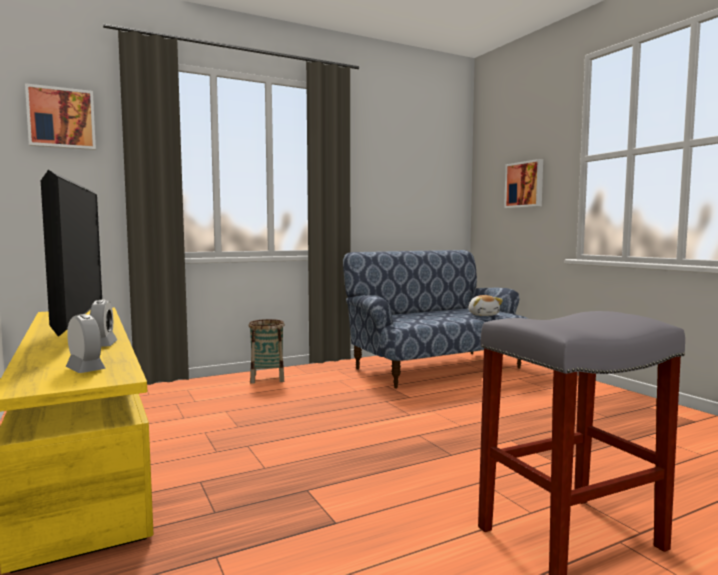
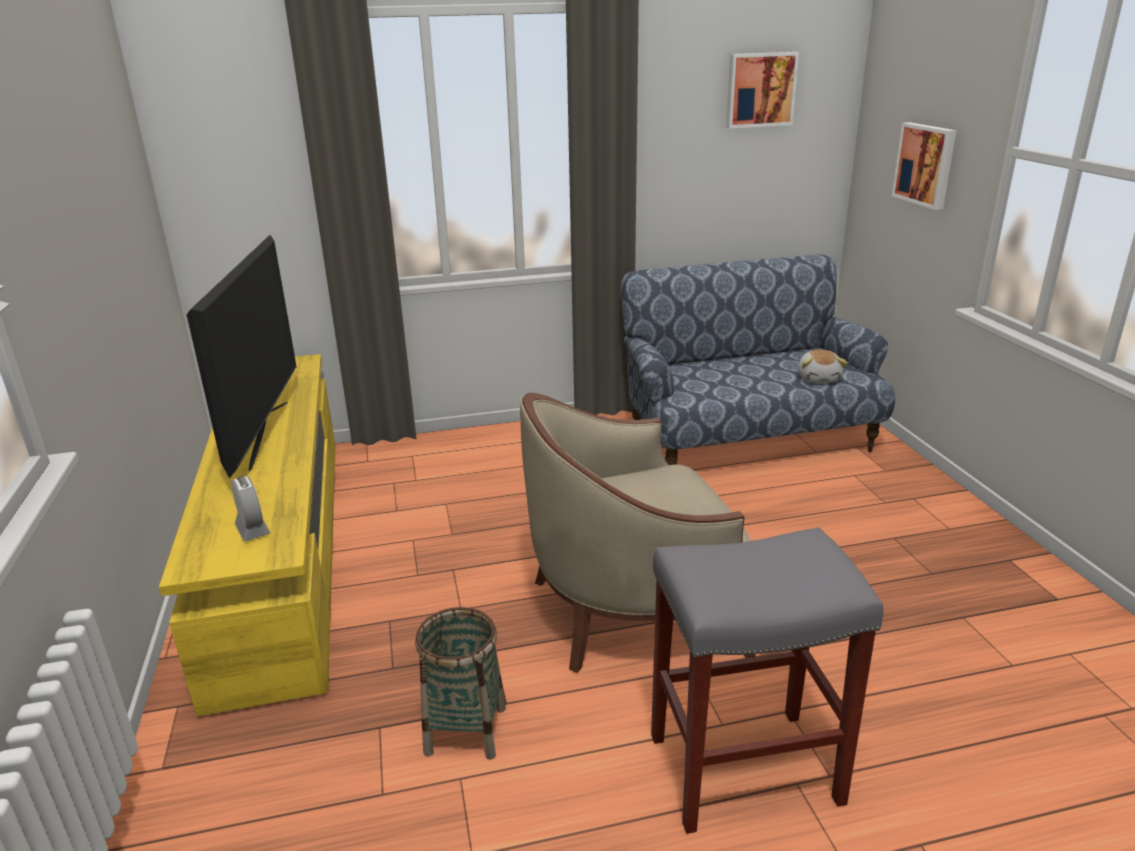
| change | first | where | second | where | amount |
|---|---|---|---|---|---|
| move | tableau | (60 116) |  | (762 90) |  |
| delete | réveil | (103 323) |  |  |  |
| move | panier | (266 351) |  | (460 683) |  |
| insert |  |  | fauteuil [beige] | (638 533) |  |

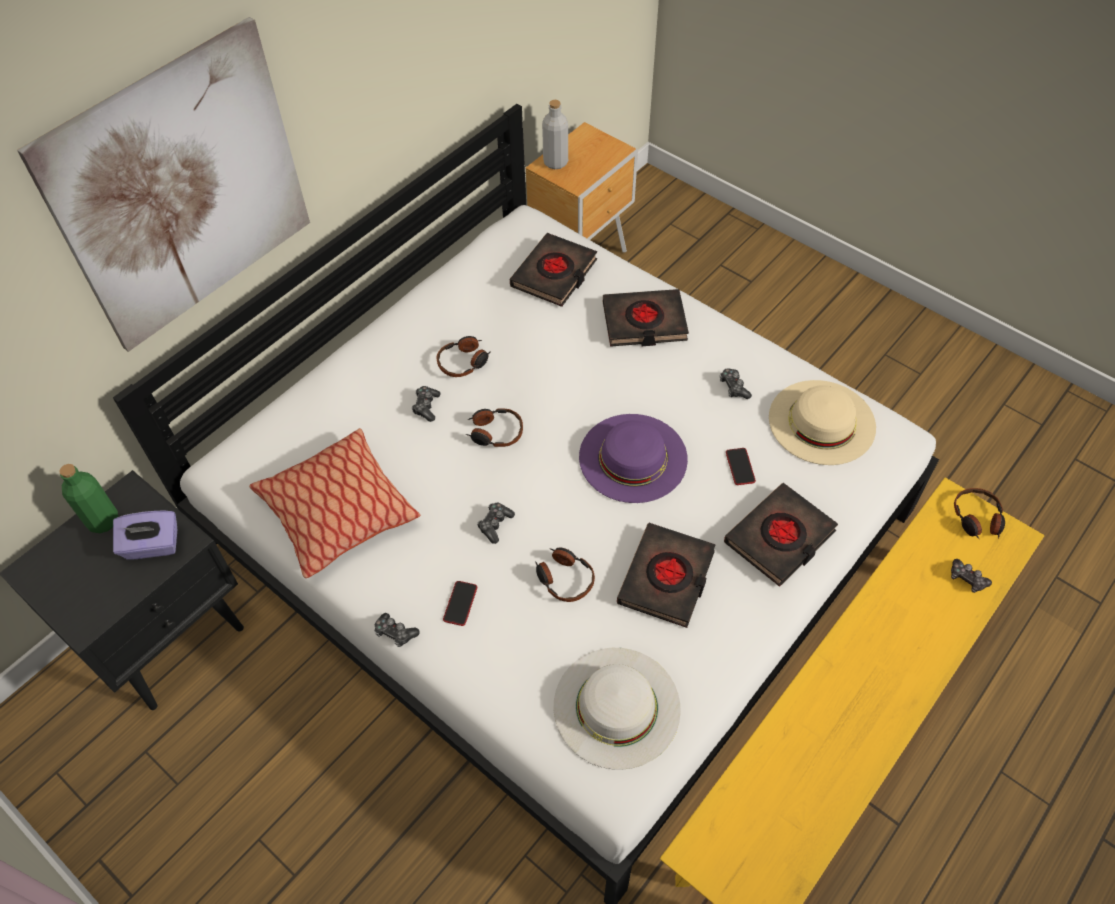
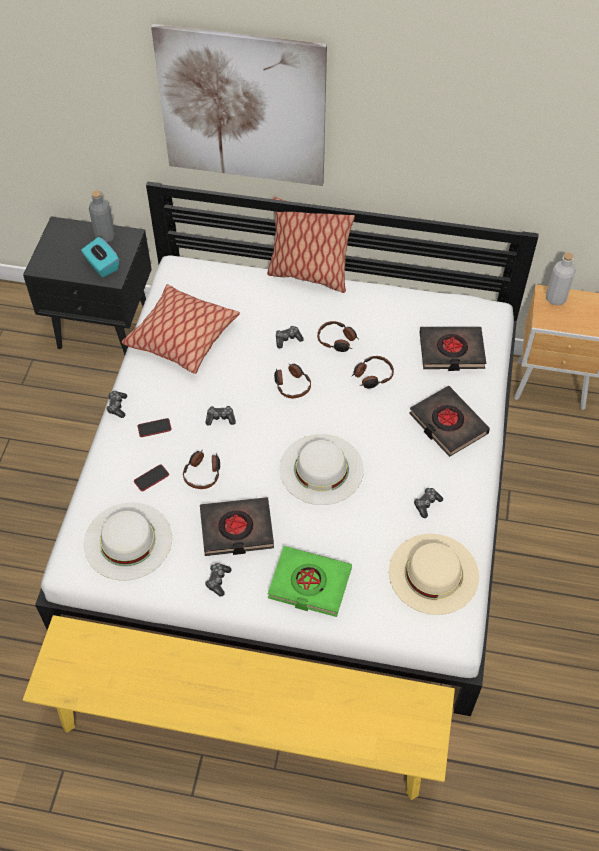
| change | first | where | second | where | amount |
|---|---|---|---|---|---|
| recolor | chapeau [violet] | (633 458) | chapeau [blanc] | (321 469) |  |
| move | téléphone | (741 466) |  | (151 477) |  |
| recolor | bouteille [vert] | (89 498) | bouteille [gris] | (102 216) |  |
| recolor | livre [noir] | (781 535) | livre [vert] | (310 581) |  |
| move | casque audio | (979 513) |  | (373 372) |  |
| recolor | boîte à mouchoirs [violet] | (145 535) | boîte à mouchoirs [turquoise] | (100 257) |  |
| move | manette | (971 576) |  | (218 580) |  |
| insert |  |  | coussin | (311 245) |  |

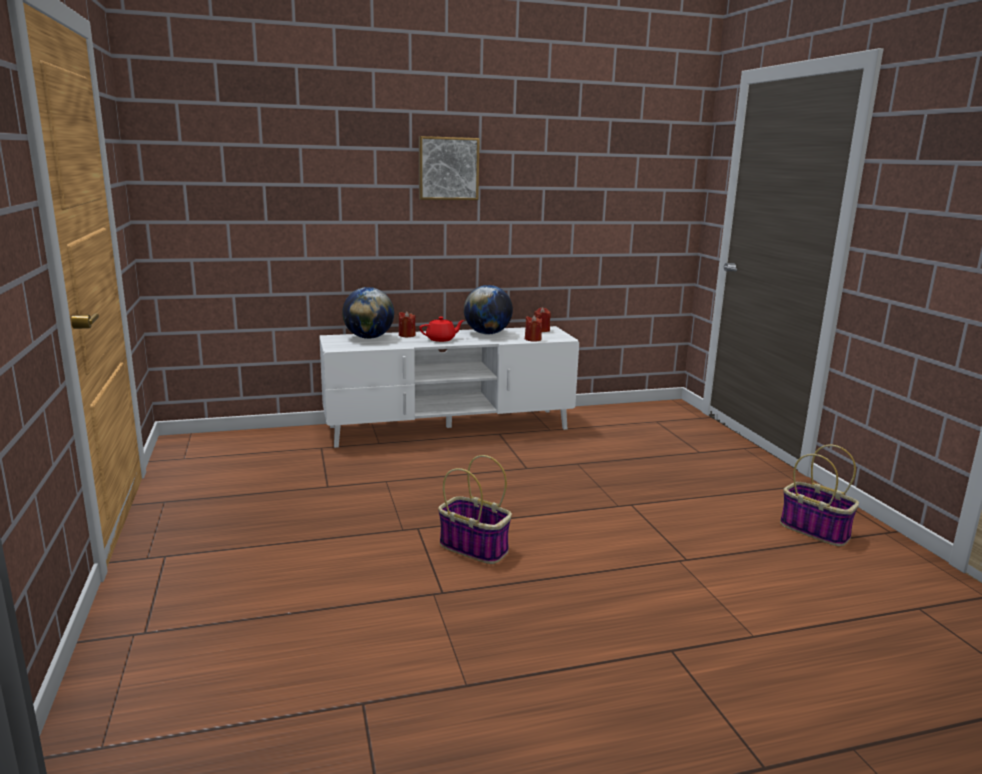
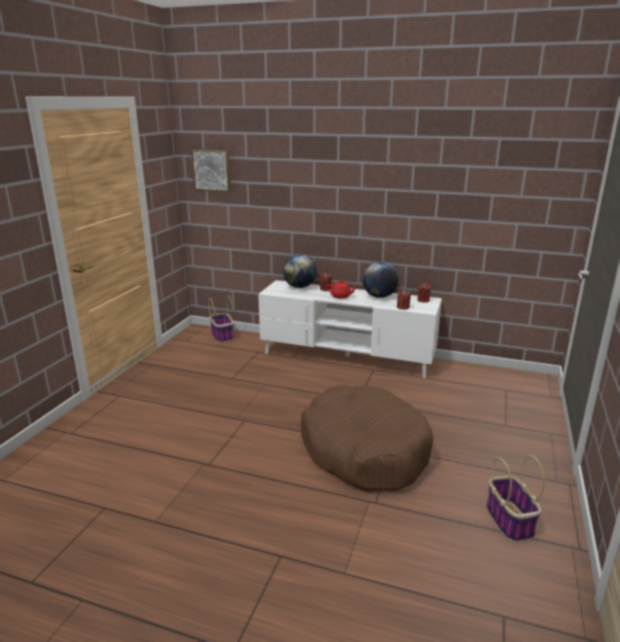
| change | first | where | second | where | amount |
|---|---|---|---|---|---|
| move | tableau | (449 168) |  | (211 170) |  |
| move | panier | (475 509) |  | (221 319) |  |
| insert |  |  | panier pour chien [marron] | (367 438) |  |

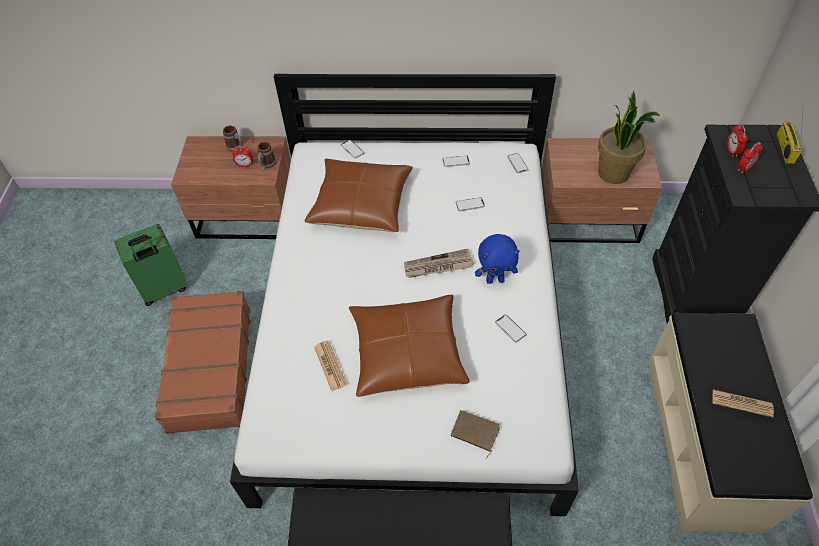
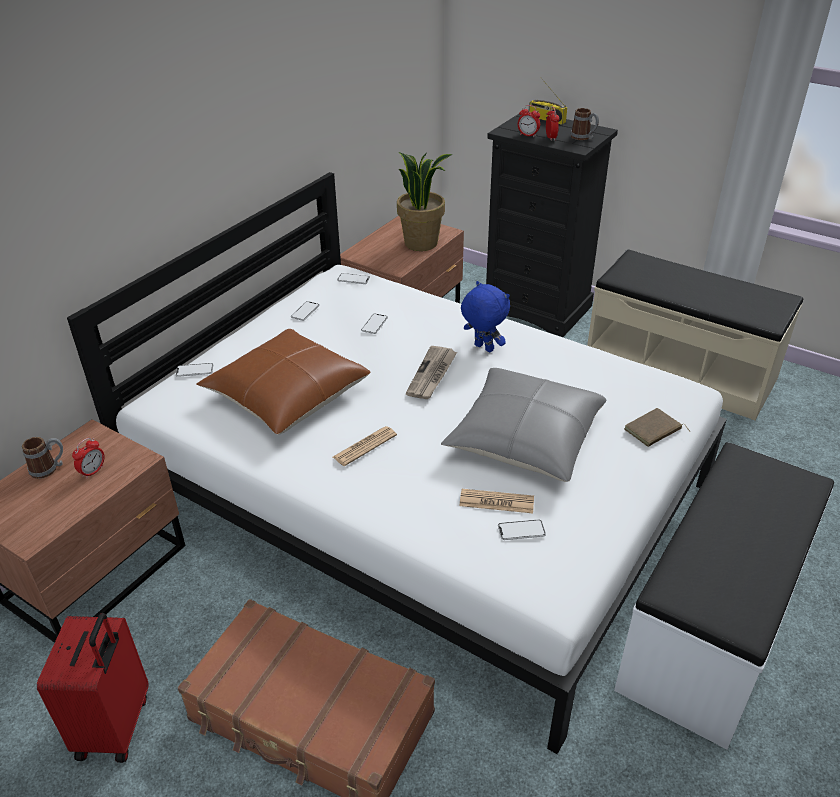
| change | first | where | second | where | amount |
|---|---|---|---|---|---|
| move | mug | (266 156) |  | (585 124) |  |
| recolor | valise [vert] | (151 265) | valise [rouge] | (92 688) |  |
| rotate | peluche [bleu] | (497 259) |  | (485 316) | 75 degrees counterclockwise |
| recolor | coussin [marron] | (409 346) | coussin [gris] | (523 425) |  |
| move | téléphone | (510 329) |  | (522 529) |  |
| move | journal | (743 403) |  | (365 446) |  |

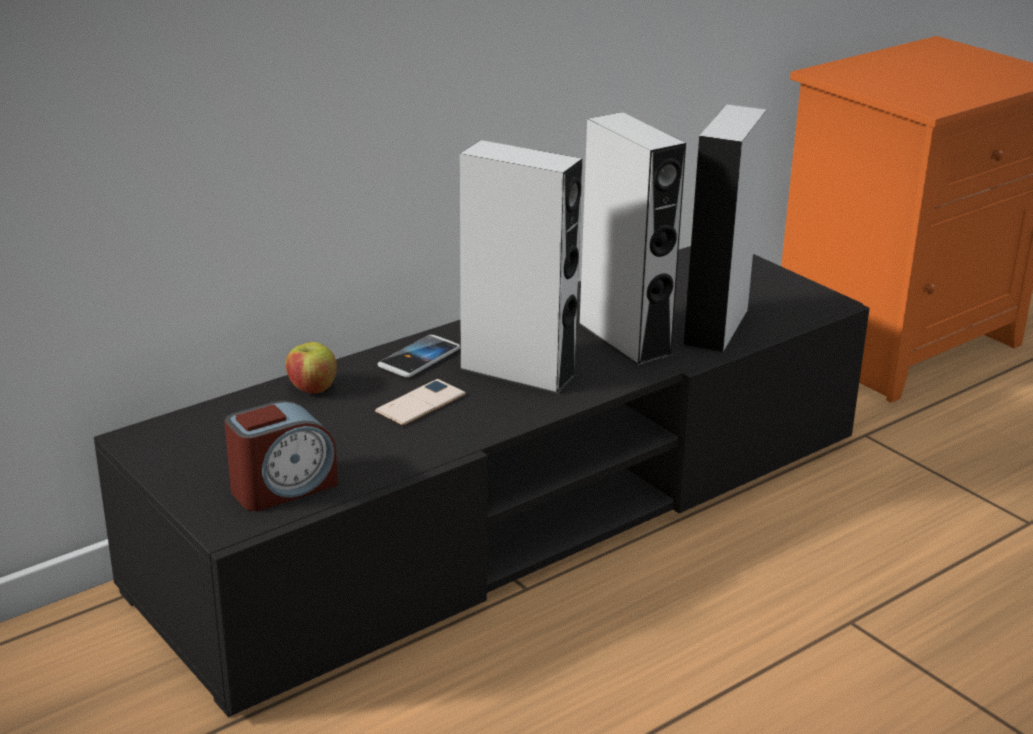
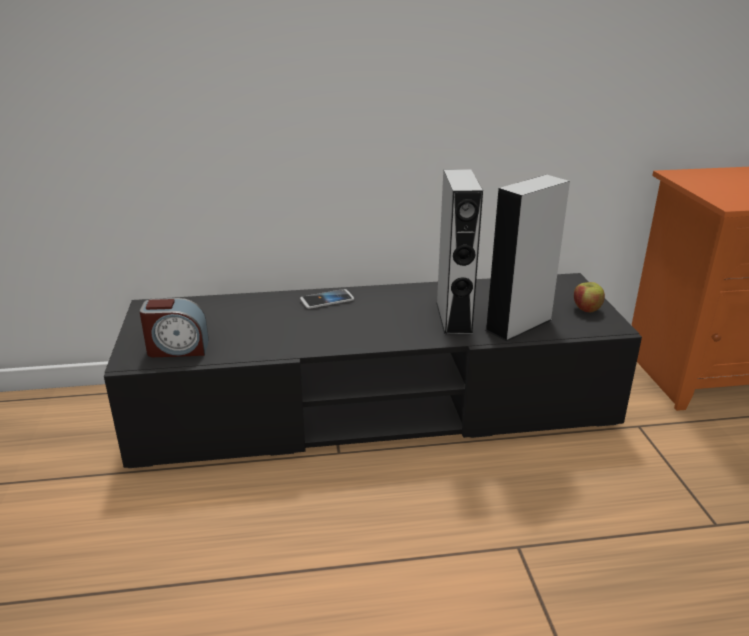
| change | first | where | second | where | amount |
|---|---|---|---|---|---|
| delete | enceinte [gris] | (520 267) |  |  |  |
| move | pomme | (311 368) |  | (589 297) |  |
| delete | téléphone | (420 402) |  |  |  |

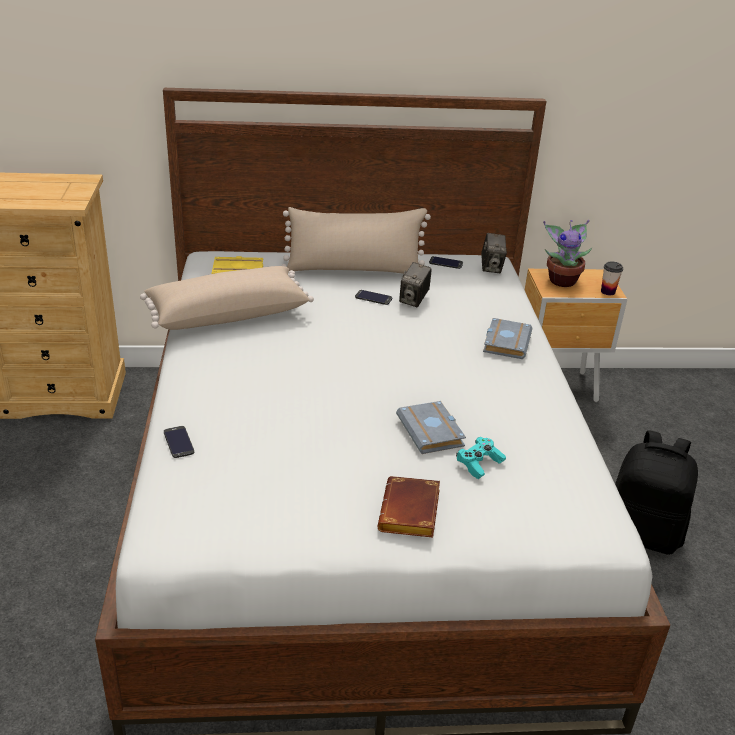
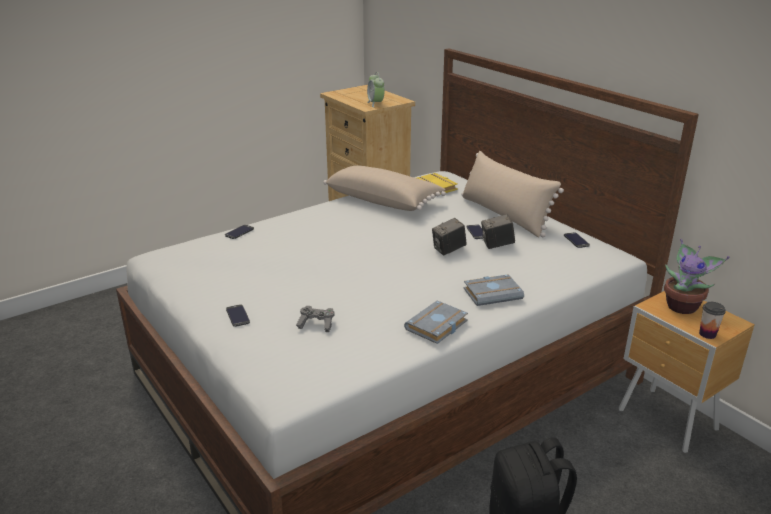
| change | first | where | second | where | amount |
|---|---|---|---|---|---|
| move | appareil photo | (494 253) |  | (449 236) |  |
| move | livre [gris] | (431 427) |  | (436 322) |  |
| recolor | manette [turquoise] | (481 458) | manette [gris] | (315 319) |  |
| replace | livre [marron] | (408 507) | téléphone | (238 315) |  |
| insert |  |  | réveil | (376 90) |  |

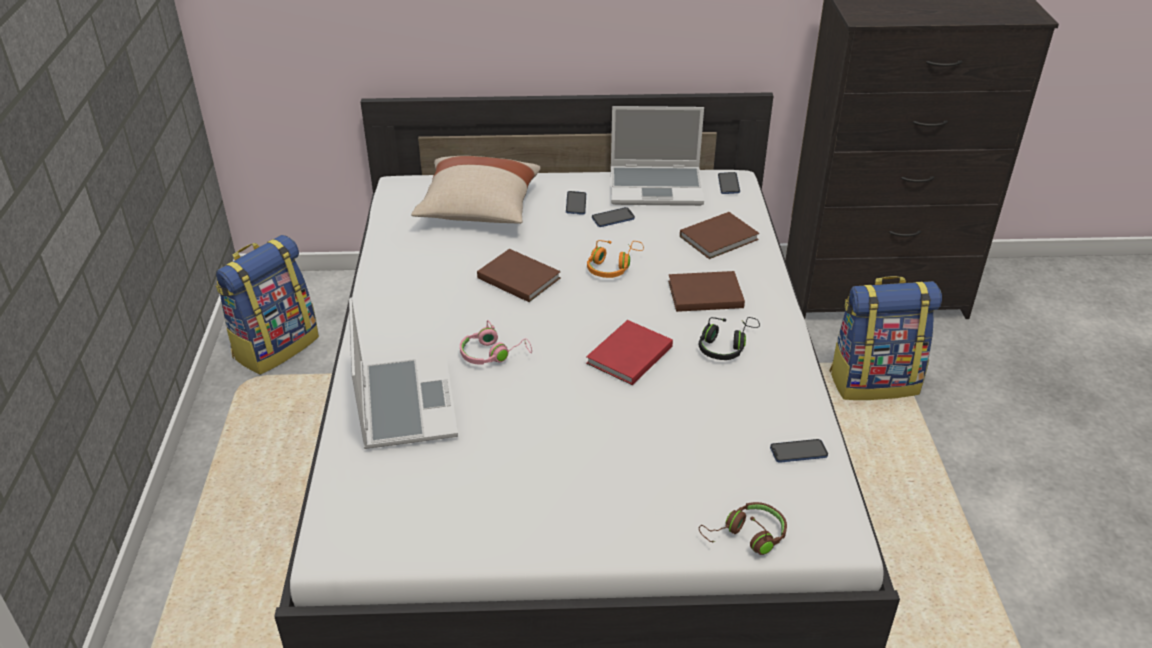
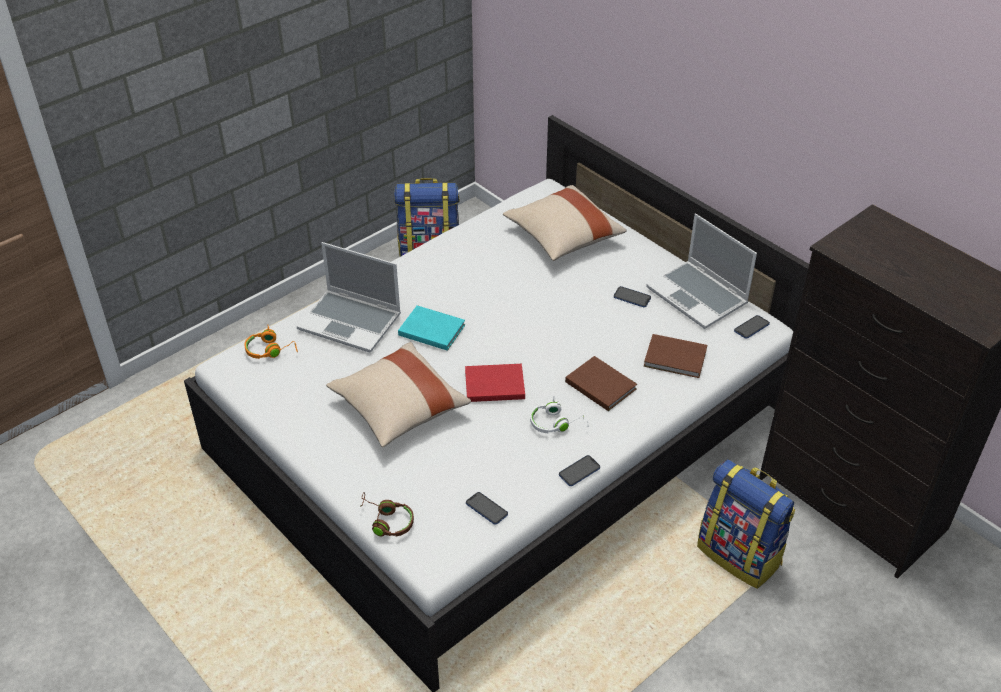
| change | first | where | second | where | amount |
|---|---|---|---|---|---|
| move | téléphone | (576 203) |  | (579 470) |  |
| move | casque audio [orange] | (615 259) |  | (271 342) |  |
| delete | livre [marron] | (519 275) |  |  |  |
| rotate | ordinateur portable | (403 373) |  | (349 297) | 75 degrees clockwise |
| recolor | casque audio [noir] | (729 338) | casque audio [blanc] | (559 414) |  |
| replace | casque audio [rose] | (496 342) | livre [turquoise] | (431 328) |  |
| insert |  |  | coussin [beige] | (398 394) |  |

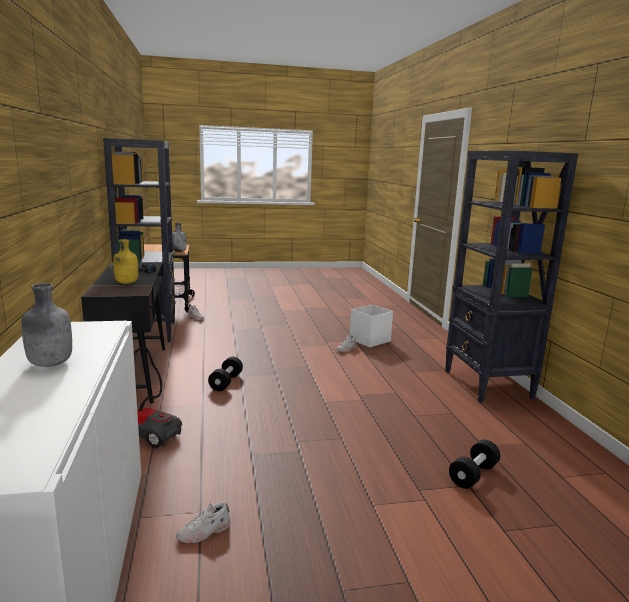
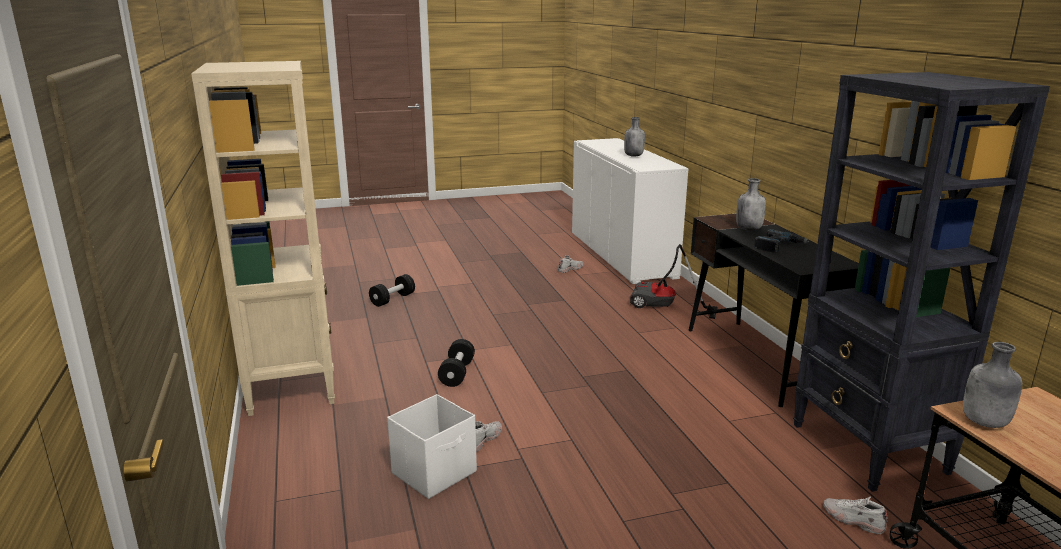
| change | first | where | second | where | amount |
|---|---|---|---|---|---|
| recolor | bibliothèque [noir] | (511 277) | bibliothèque [beige] | (263 238) |  |
| recolor | bouteille [jaune] | (125 261) | bouteille [gris] | (751 204) |  |
| move | haltère [noir] | (225 374) |  | (456 363) |  |

